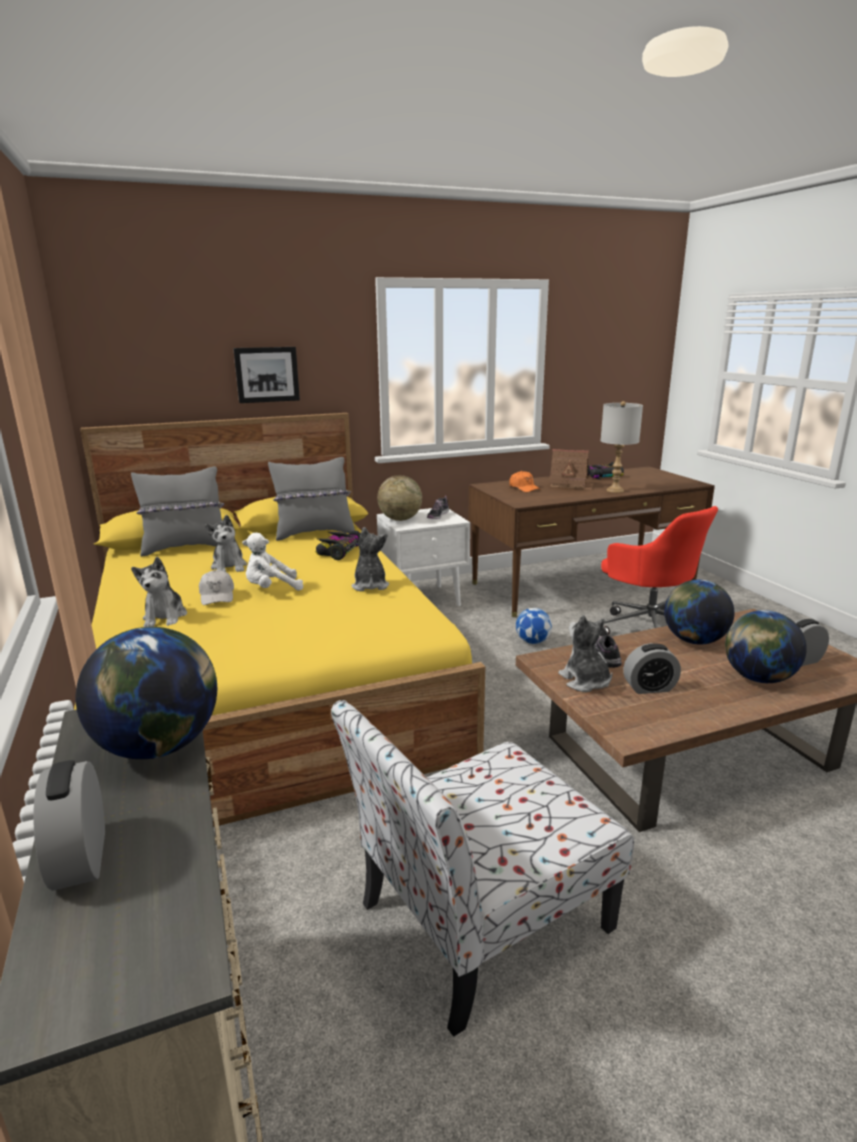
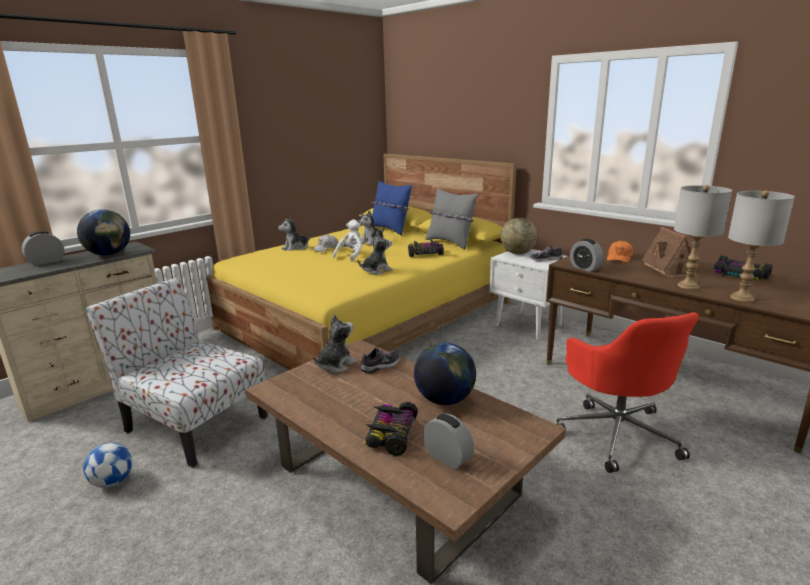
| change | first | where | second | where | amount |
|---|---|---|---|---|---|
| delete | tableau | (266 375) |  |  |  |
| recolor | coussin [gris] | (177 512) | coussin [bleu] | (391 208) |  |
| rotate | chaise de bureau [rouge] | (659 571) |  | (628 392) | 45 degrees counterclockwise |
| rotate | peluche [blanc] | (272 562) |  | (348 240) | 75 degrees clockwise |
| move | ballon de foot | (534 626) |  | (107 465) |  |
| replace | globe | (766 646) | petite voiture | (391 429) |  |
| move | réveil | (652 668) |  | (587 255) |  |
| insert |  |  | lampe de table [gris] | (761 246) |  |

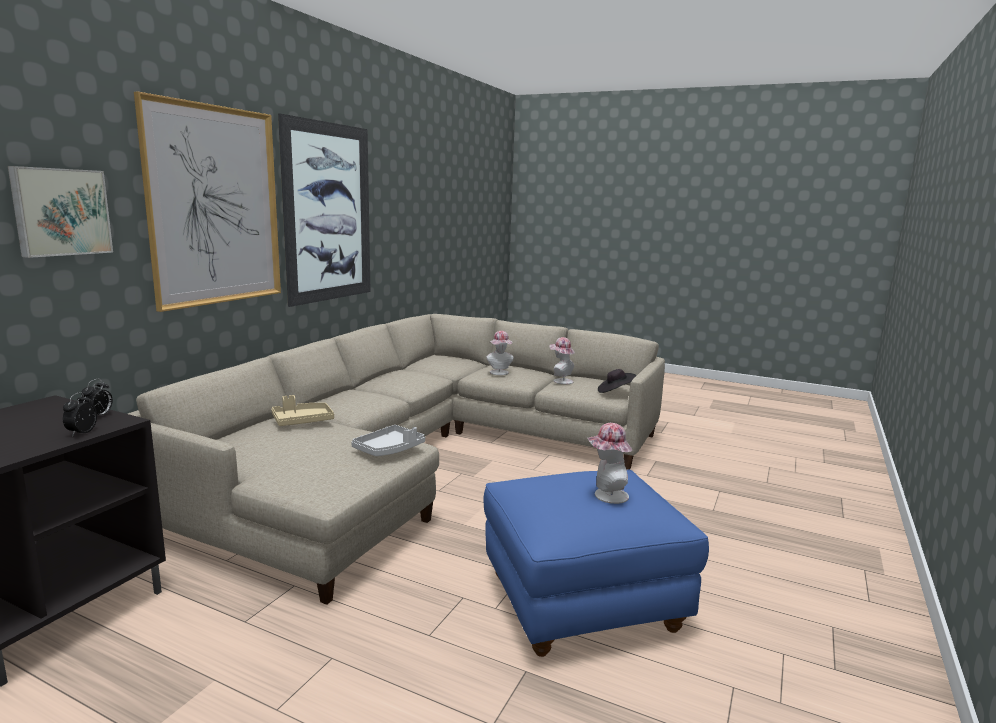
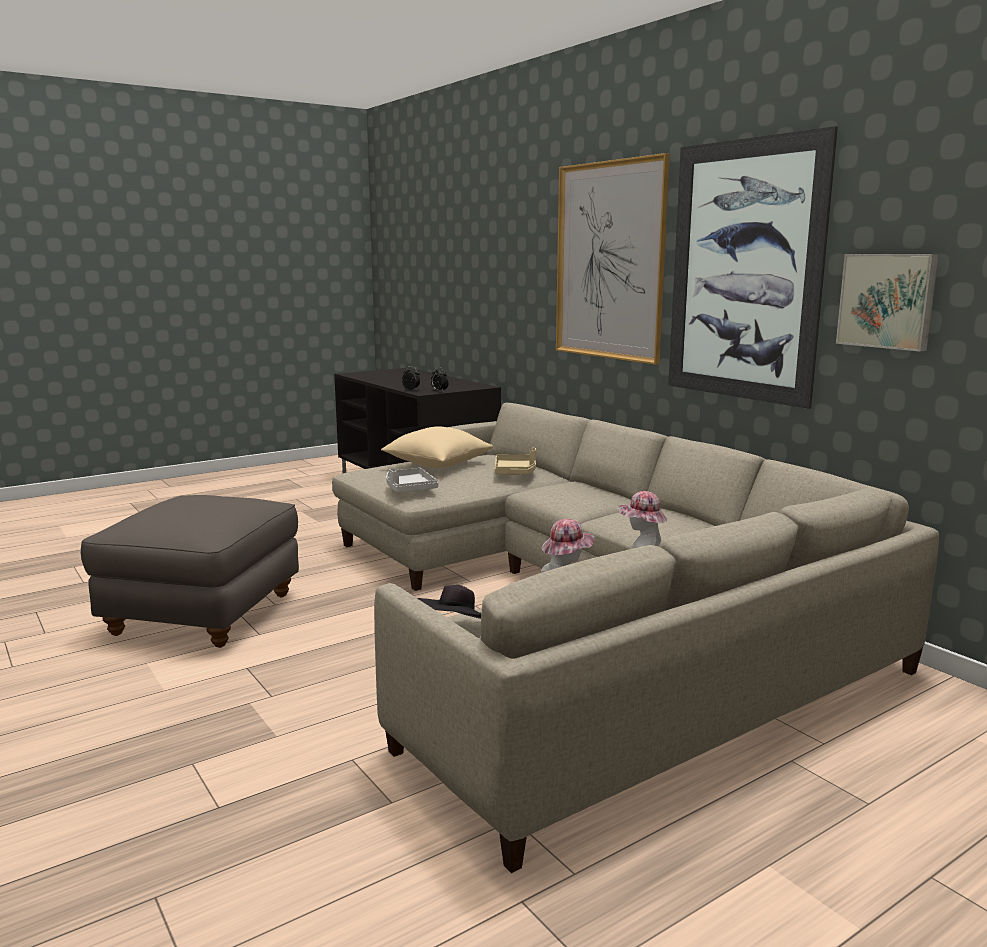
| change | first | where | second | where | amount |
|---|---|---|---|---|---|
| move | tableau | (60 212) |  | (887 302) |  |
| delete | chapeau | (609 463) |  |  |  |
| recolor | pouf [bleu] | (596 563) | pouf [gris] | (190 571) |  |
| insert |  |  | coussin [beige] | (437 447) |  |

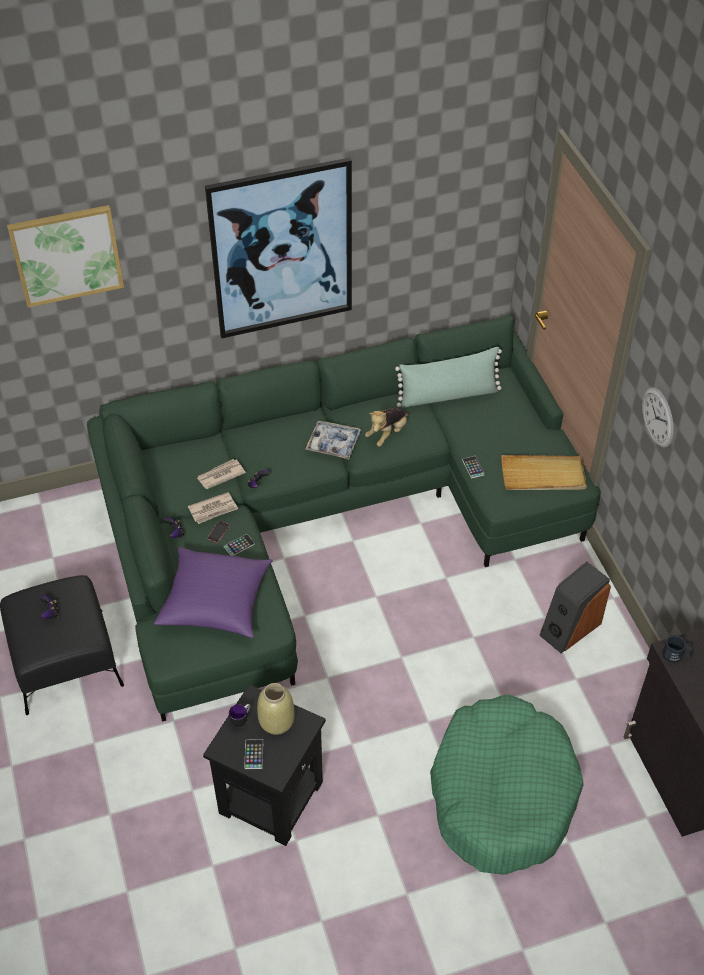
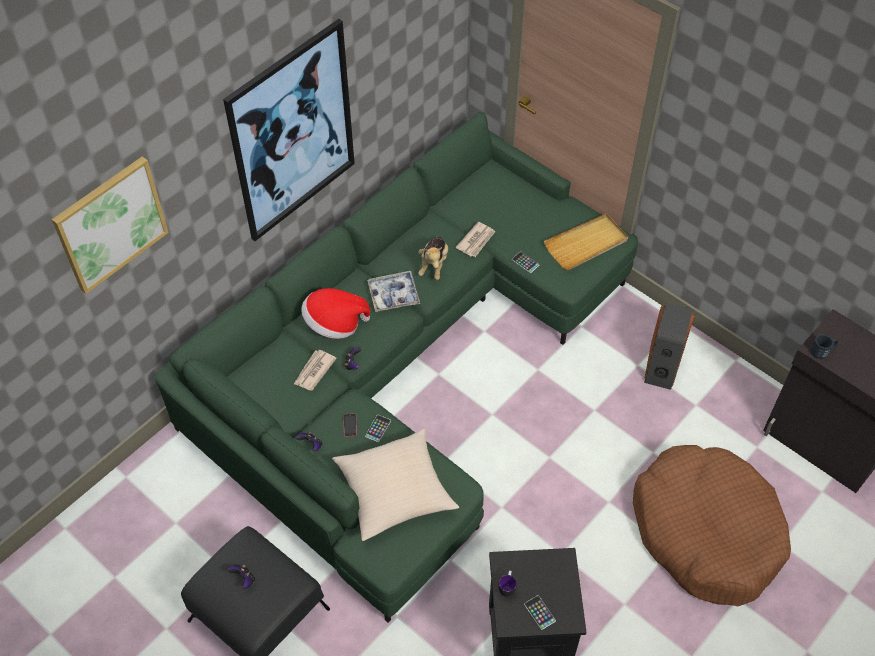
| change | first | where | second | where | amount |
|---|---|---|---|---|---|
| delete | coussin [vert] | (448 377) |  |  |  |
| delete | horloge murale | (658 417) |  |  |  |
| move | journal | (213 508) |  | (475 239) |  |
| recolor | coussin [violet] | (213 592) | coussin [beige] | (395 484) |  |
| delete | vase [beige] | (276 709) |  |  |  |
| recolor | panier pour chien [vert] | (507 784) | panier pour chien [marron] | (712 525) |  |
| insert |  |  | chapeau | (335 313) |  |

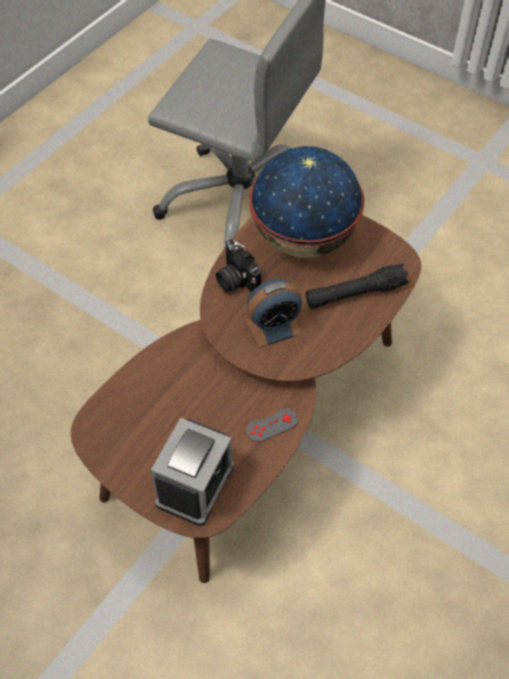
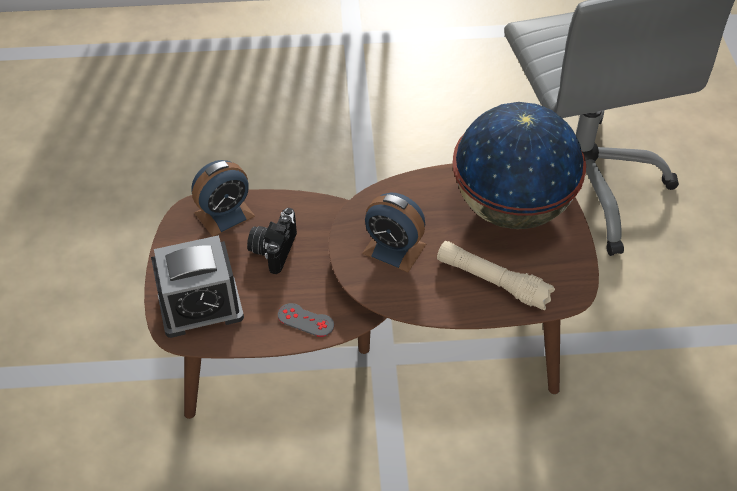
| change | first | where | second | where | amount |
|---|---|---|---|---|---|
| move | appareil photo | (238 266) |  | (272 241) |  |
| recolor | lampe de poche [noir] | (357 286) | lampe de poche [beige] | (496 275) |  |
| insert |  |  | réveil | (223 198) |  |

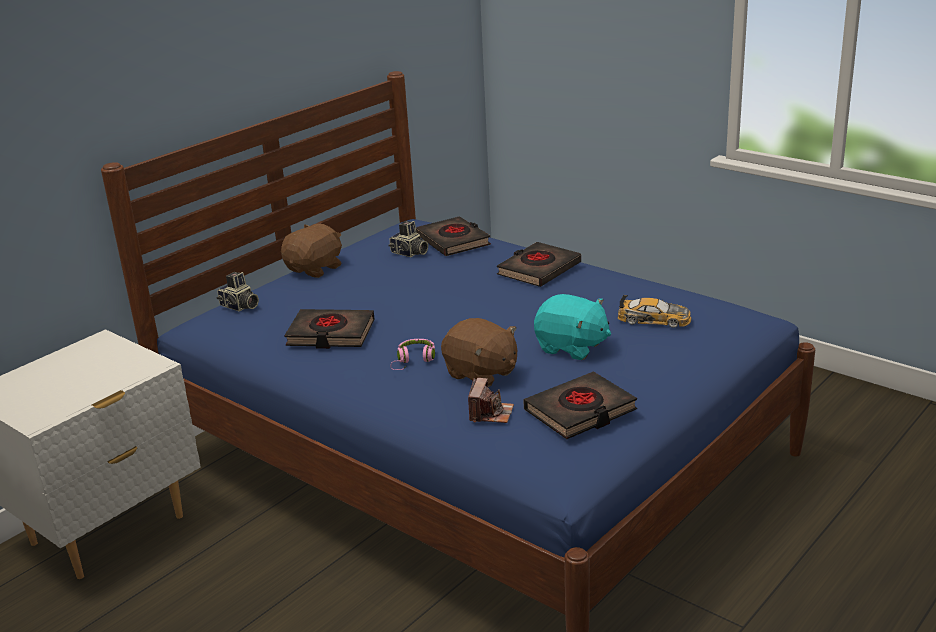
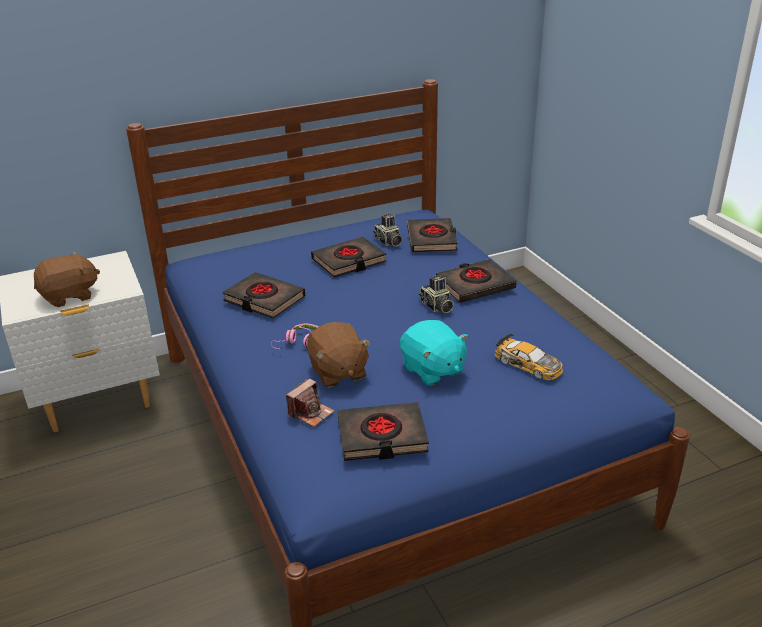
| change | first | where | second | where | amount |
|---|---|---|---|---|---|
| move | peluche [marron] | (311 251) |  | (67 279) |  |
| move | appareil photo | (238 291) |  | (436 294) |  |
| insert |  |  | livre [noir] | (349 257) |  |

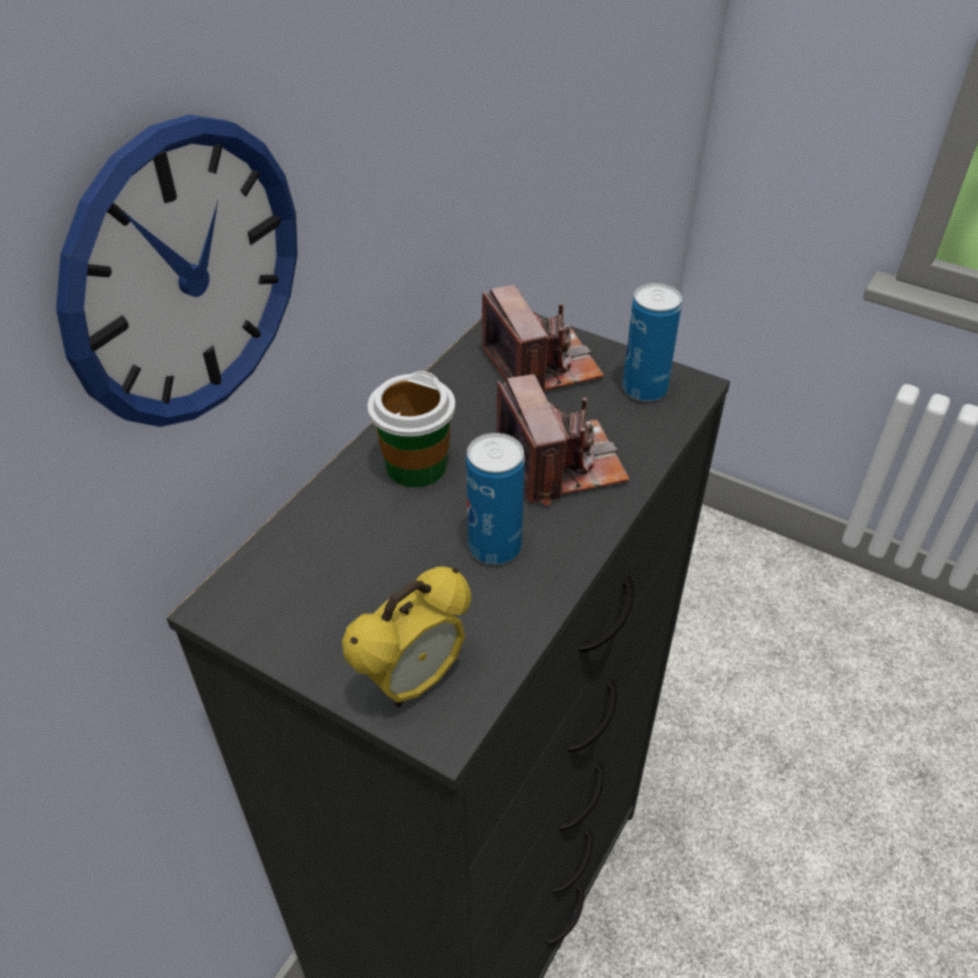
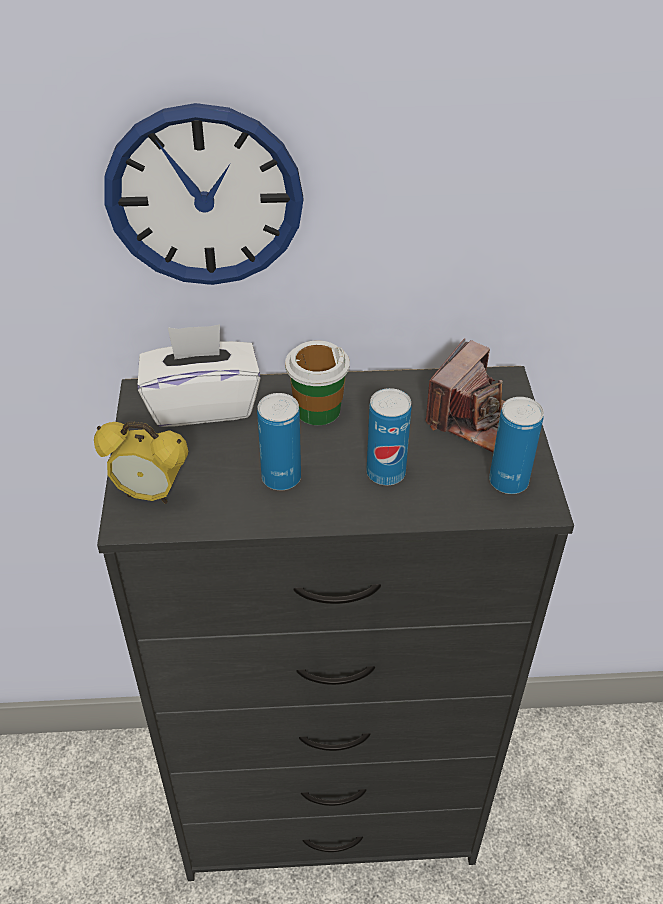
| change | first | where | second | where | amount |
|---|---|---|---|---|---|
| replace | appareil photo | (562 439) | boîte métallique | (389 436) |  |
| insert |  |  | boîte à mouchoirs [blanc] | (199 376) |  |

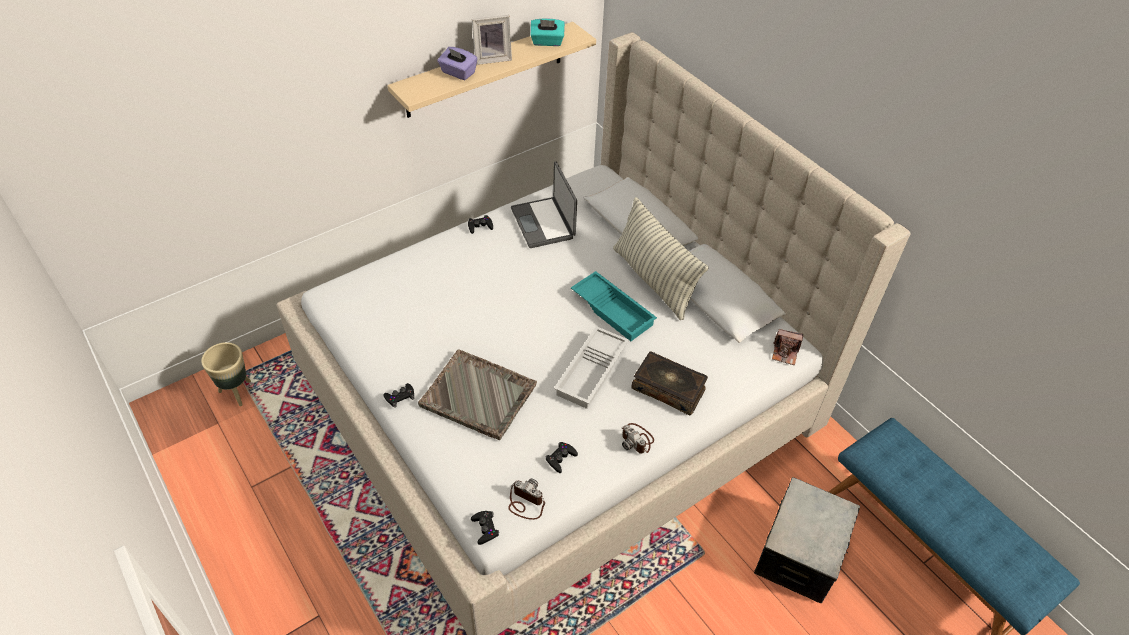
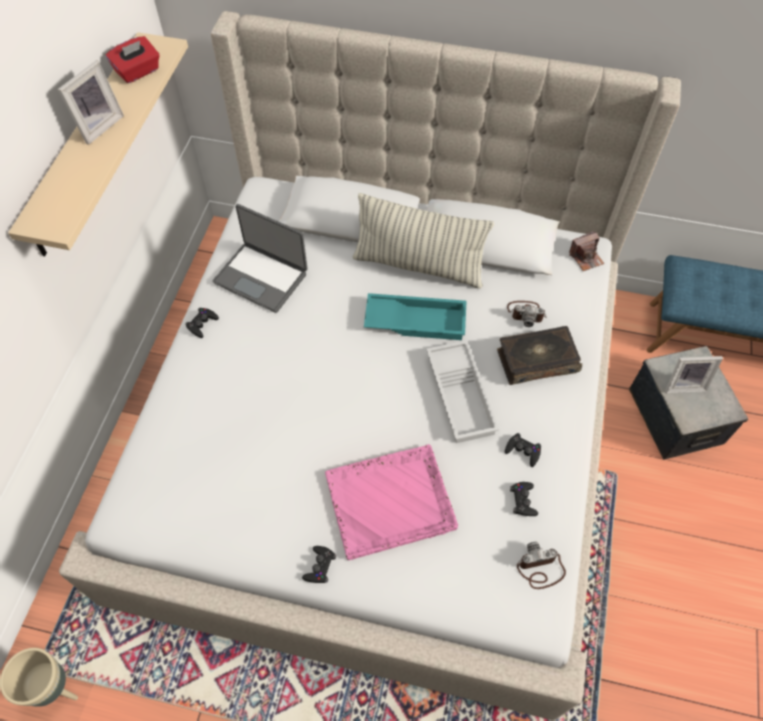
| change | first | where | second | where | amount |
|---|---|---|---|---|---|
| recolor | boîte à mouchoirs [turquoise] | (547 32) | boîte à mouchoirs [rouge] | (133 59) |  |
| delete | boîte à mouchoirs [violet] | (457 63) |  |  |  |
| recolor | plateau [gris] | (477 394) | plateau [rose] | (391 502) |  |
| move | appareil photo | (638 438) |  | (527 314) |  |
| move | manette [noir] | (485 528) |  | (523 450) |  |
| insert |  |  | cadre photo | (694 374) |  |

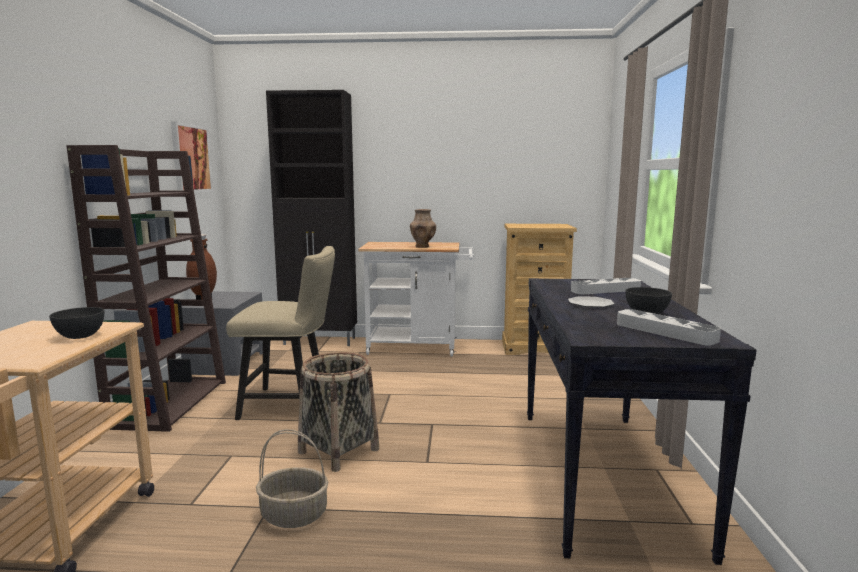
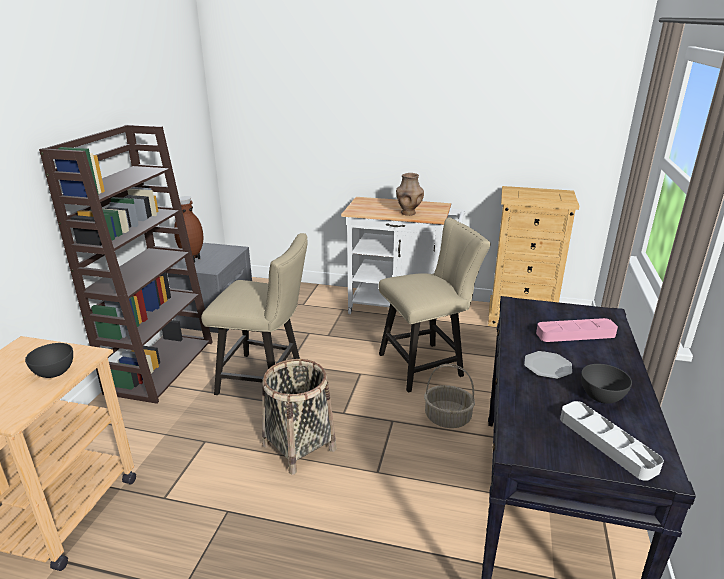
| change | first | where | second | where | amount |
|---|---|---|---|---|---|
| delete | meuble de rangement [noir] | (311 218) |  |  |  |
| delete | tableau | (192 157) |  |  |  |
| recolor | plateau [gris] | (606 286) | plateau [rose] | (577 330) |  |
| move | panier | (292 478) |  | (449 396) |  |
| insert |  |  | chaise [beige] | (435 305) |  |

